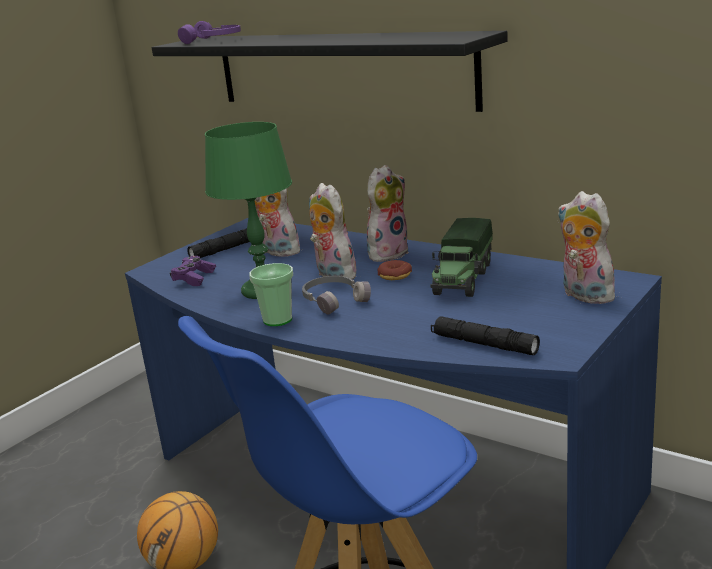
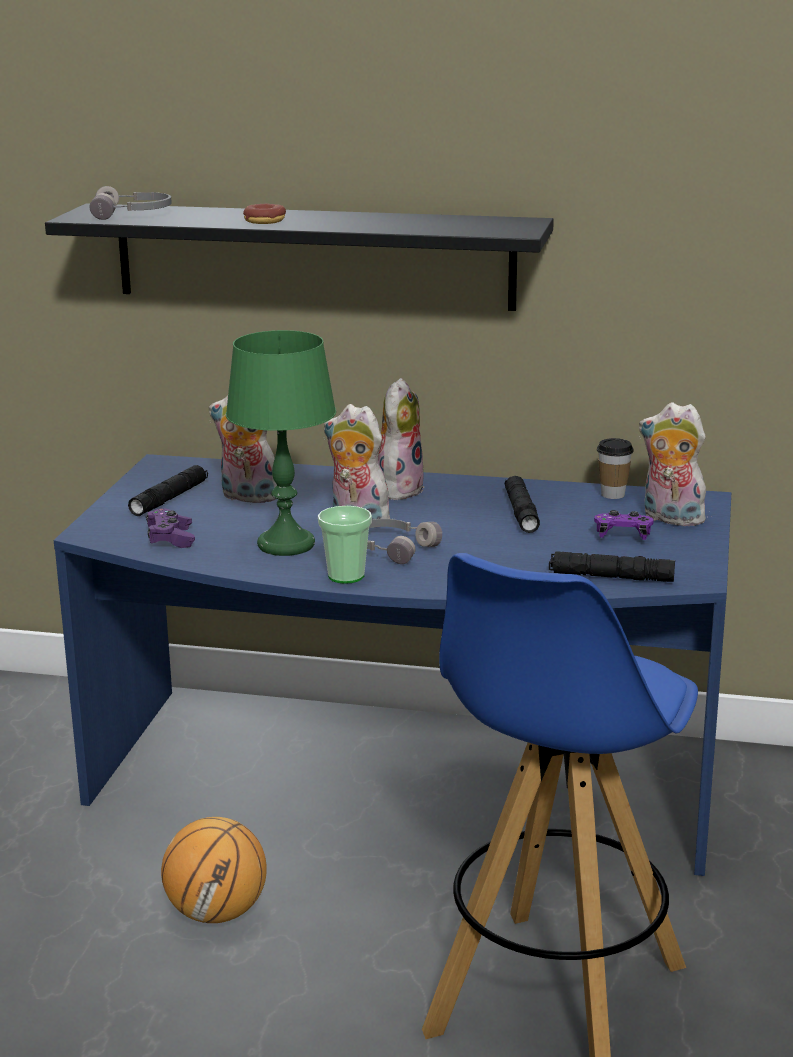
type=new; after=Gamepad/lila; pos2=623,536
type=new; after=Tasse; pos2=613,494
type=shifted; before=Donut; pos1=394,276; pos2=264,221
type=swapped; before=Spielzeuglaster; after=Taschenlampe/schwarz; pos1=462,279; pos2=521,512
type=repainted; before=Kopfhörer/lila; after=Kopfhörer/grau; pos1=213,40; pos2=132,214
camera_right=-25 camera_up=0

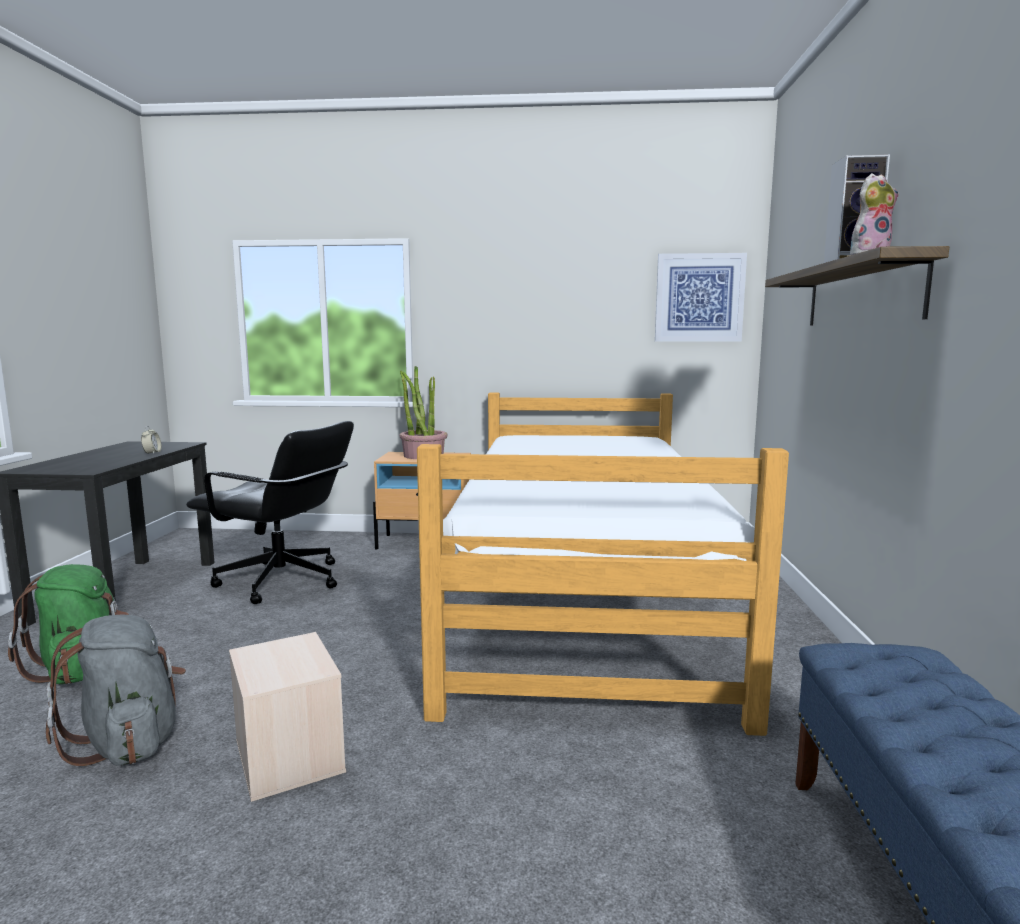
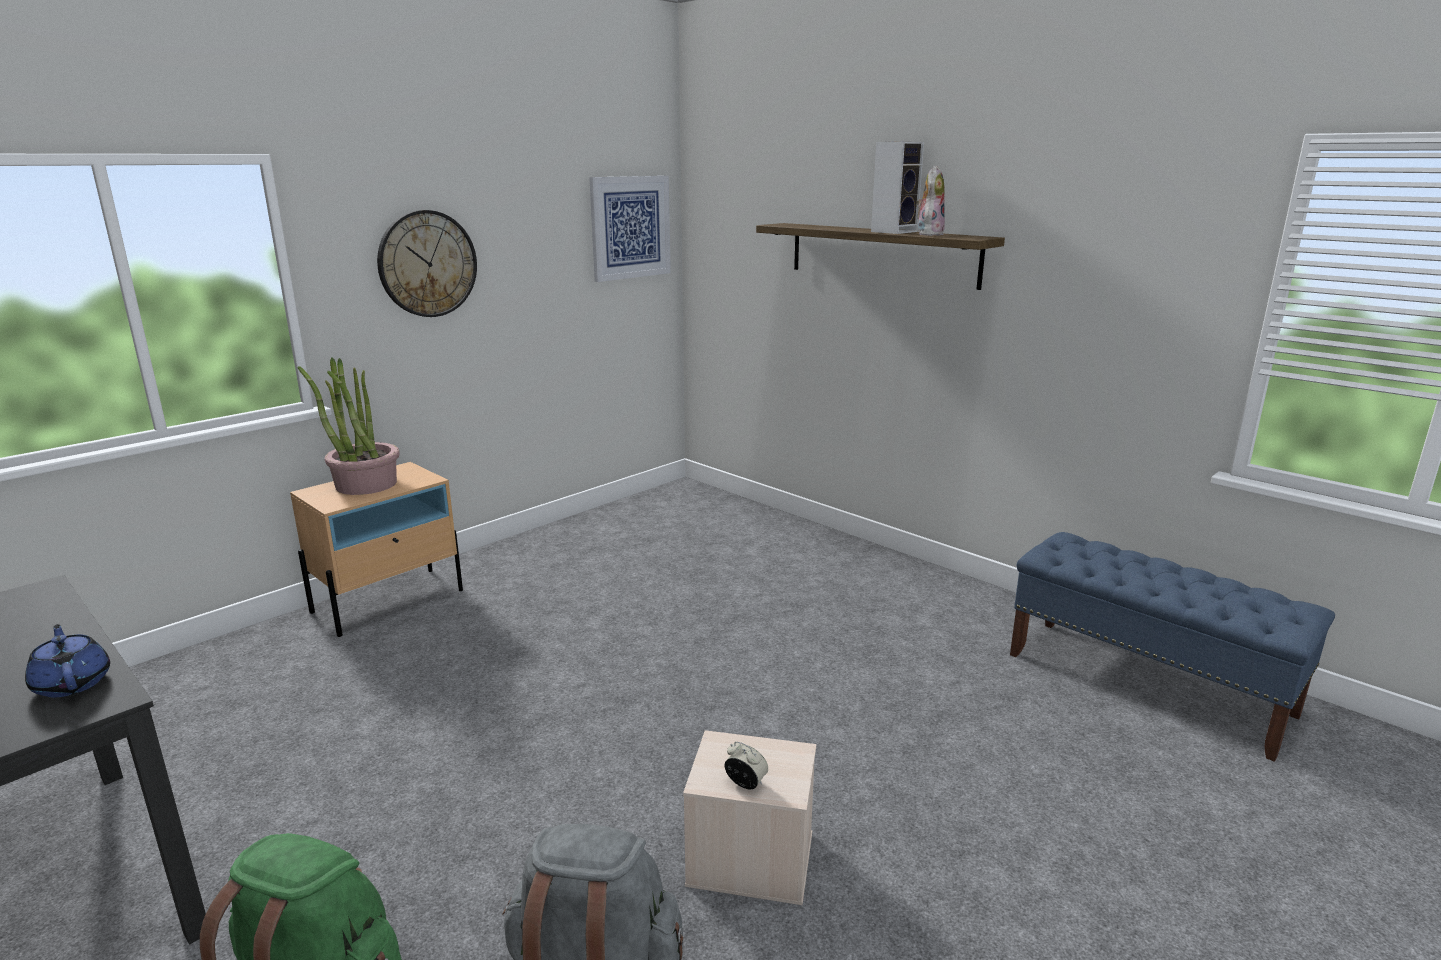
type=gone; before=Bürostuhl/schwarz; pos1=281,582
type=gone; before=Bett; pos1=583,602
type=new; after=Teekanne/blau; pos2=73,683
type=new; after=Wanduhr; pos2=427,264
type=shifted; before=Wecker; pos1=152,453; pos2=745,784
camera_right=-50 camera_up=10

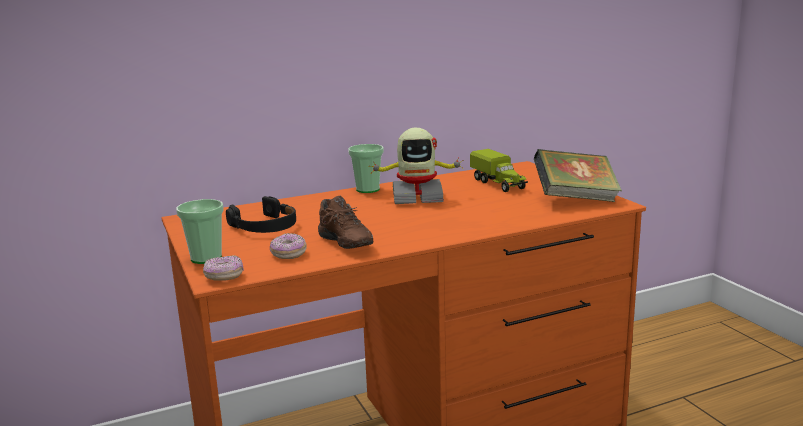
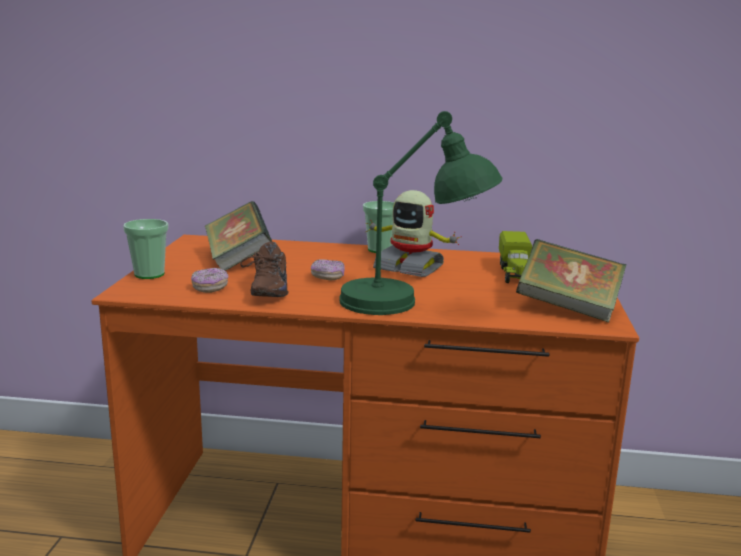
type=new; after=Tischlampe/grün; pos2=412,304
type=shifted; before=Donut; pos1=224,277; pos2=327,277
type=swapped; before=Kopfhörer/schwarz; after=Buch; pos1=265,226; pos2=238,260
camera_right=30 camera_up=0

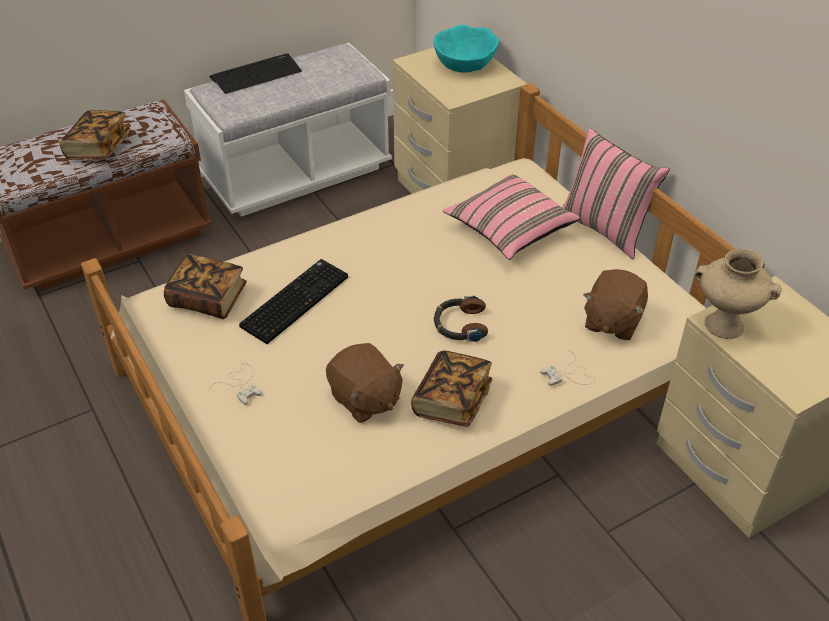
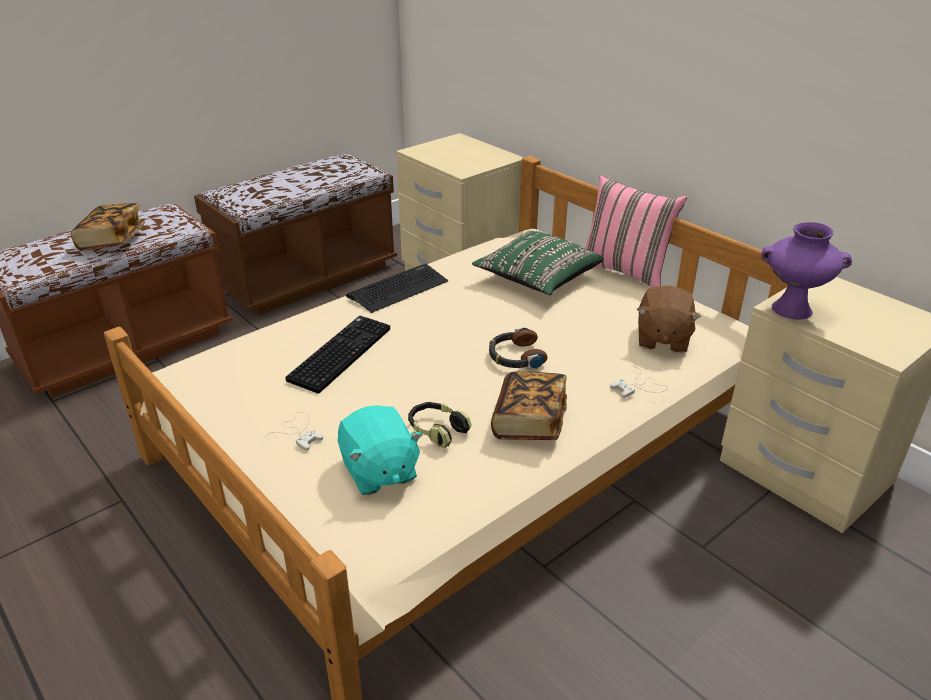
type=gone; before=Buch; pos1=208,299
type=gone; before=Schüssel/türkis; pos1=465,64
type=new; after=Plüschtier/türkis; pos2=379,471
type=shifted; before=Tastatur; pos1=256,74; pos2=398,289
type=swapped; before=Plüschtier/braun; after=Kopfhörer; pos1=365,399; pos2=437,431
type=repainted; before=Bank/weiß; after=Bank/braun; pos1=296,174; pos2=307,277
type=repainted; before=Kissen/rosa; after=Kissen/grün; pos1=509,230; pos2=537,279
type=repainted; before=Vase/beige; after=Vase/lila; pos1=722,326; pos2=790,310
camera_right=-10 camera_up=-10

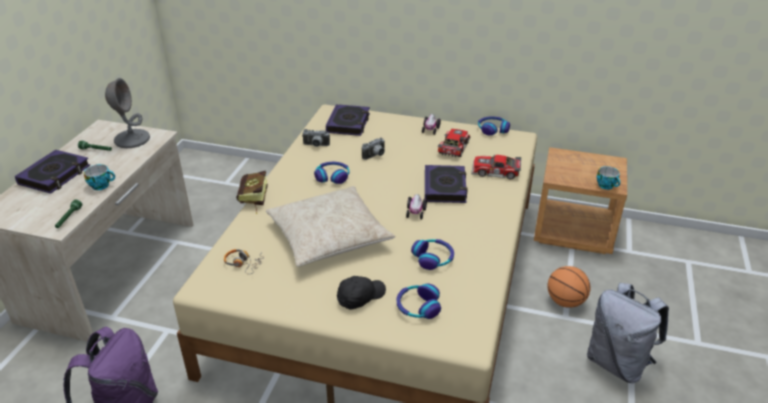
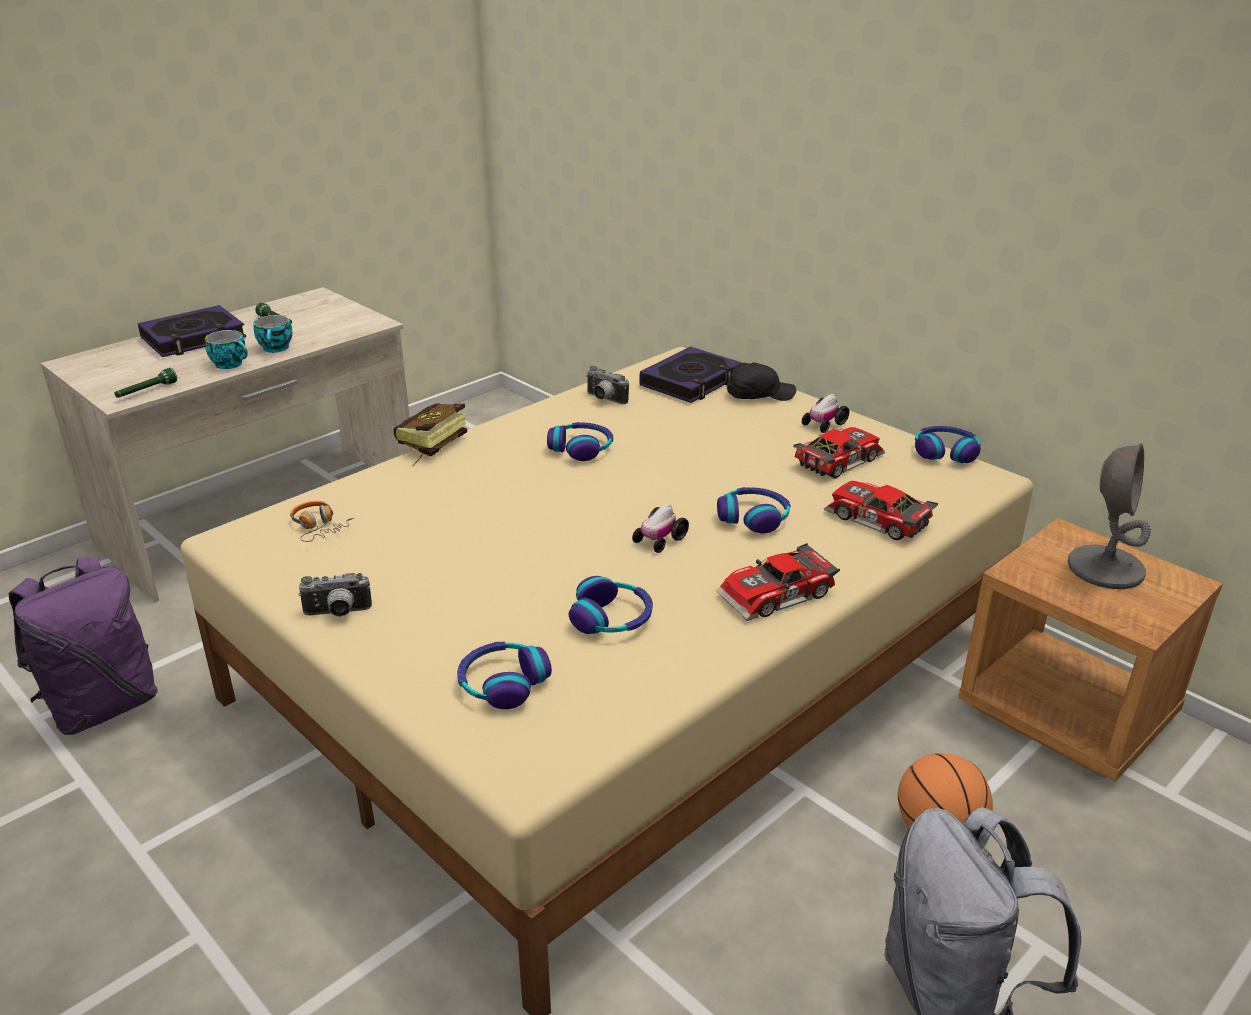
type=gone; before=Kissen/beige; pos1=328,236
type=new; after=Spielzeugauto; pos2=778,596
type=shifted; before=Tischlampe/grau; pos1=132,139; pos2=1105,568
type=shifted; before=Kappe/schwarz; pos1=360,297; pos2=759,394
type=shifted; before=Kamera; pos1=375,156; pos2=337,614
type=shifted; before=Tasse; pos1=607,186; pos2=277,348
type=swapped; before=Buch; after=Kopfhörer; pos1=445,187; pos2=753,517
camera_right=30 camera_up=-5

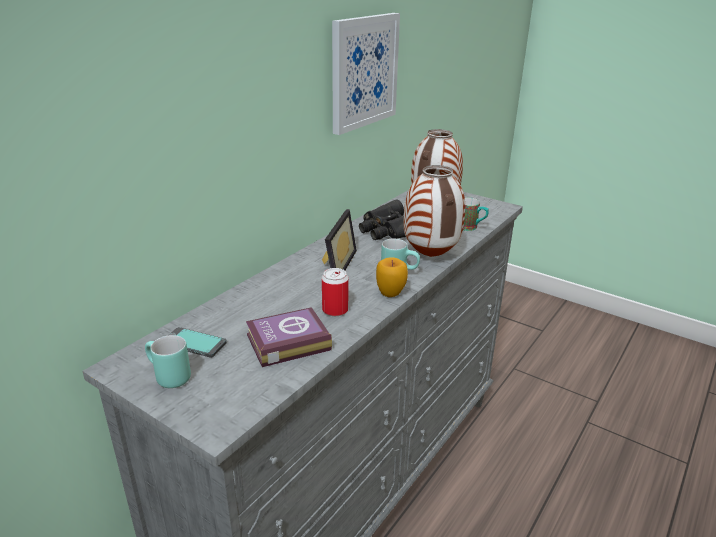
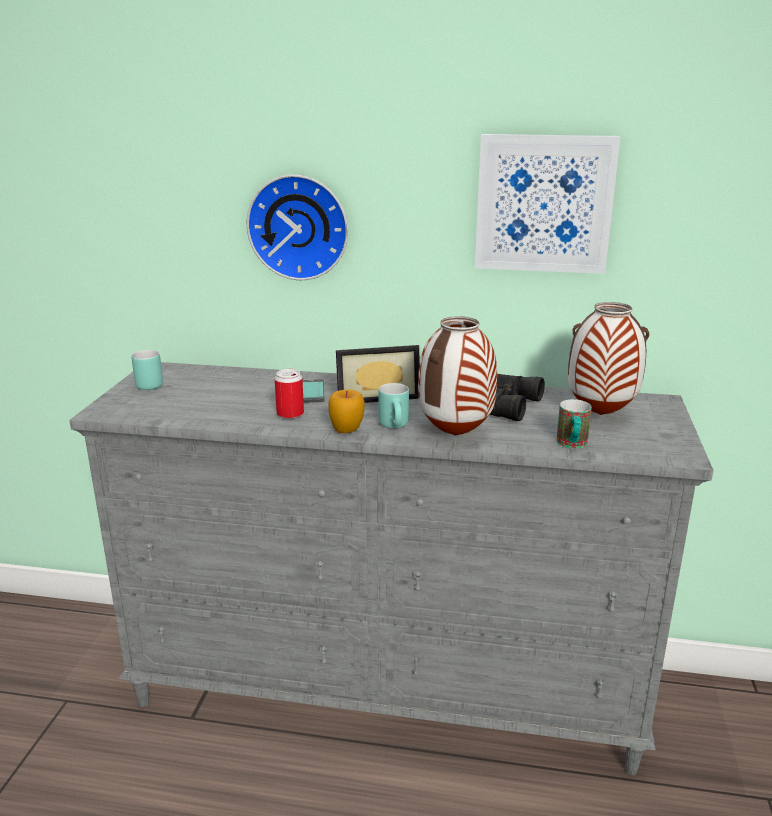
type=gone; before=Buch; pos1=286,342
type=new; after=Wanduhr; pos2=299,227
type=shifted; before=Handy; pos1=194,343; pos2=311,392
camera_right=65 camera_up=-5

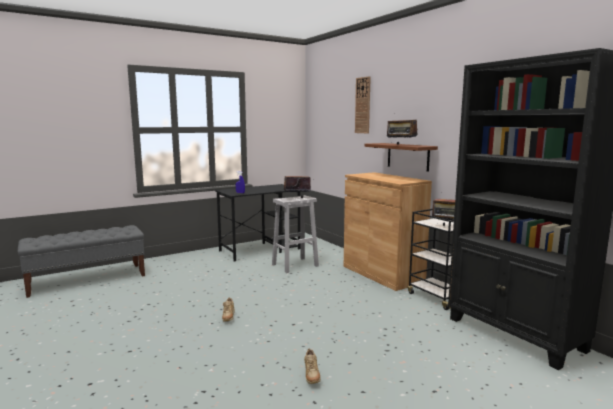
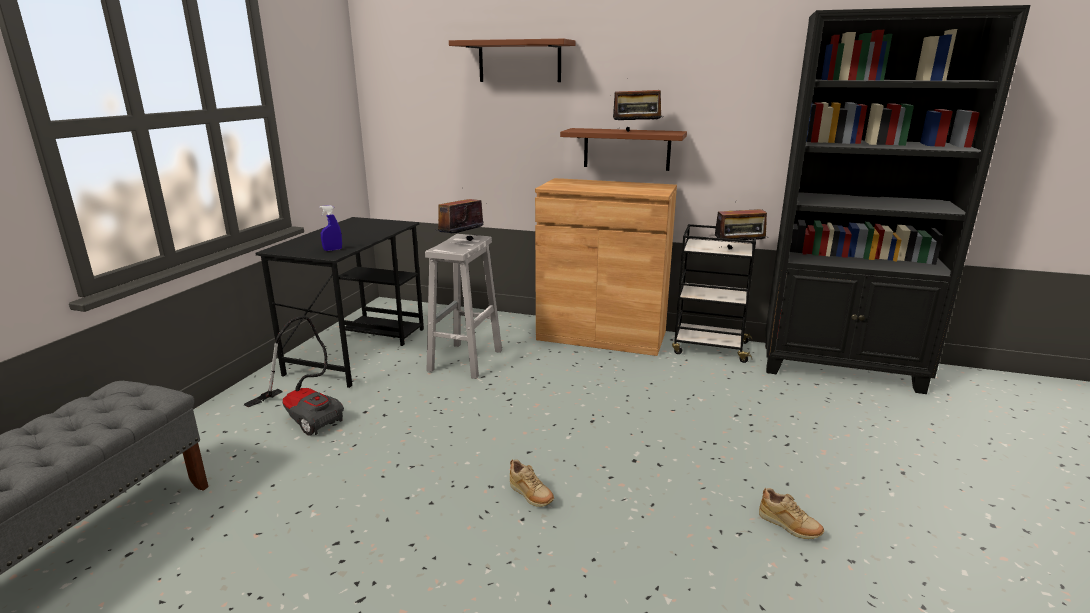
type=new; after=Staubsauger; pos2=305,414
type=swapped; before=Wanduhr; after=Wandregal/braun; pos1=363,105; pos2=519,61
camera_right=-40 camera_up=10

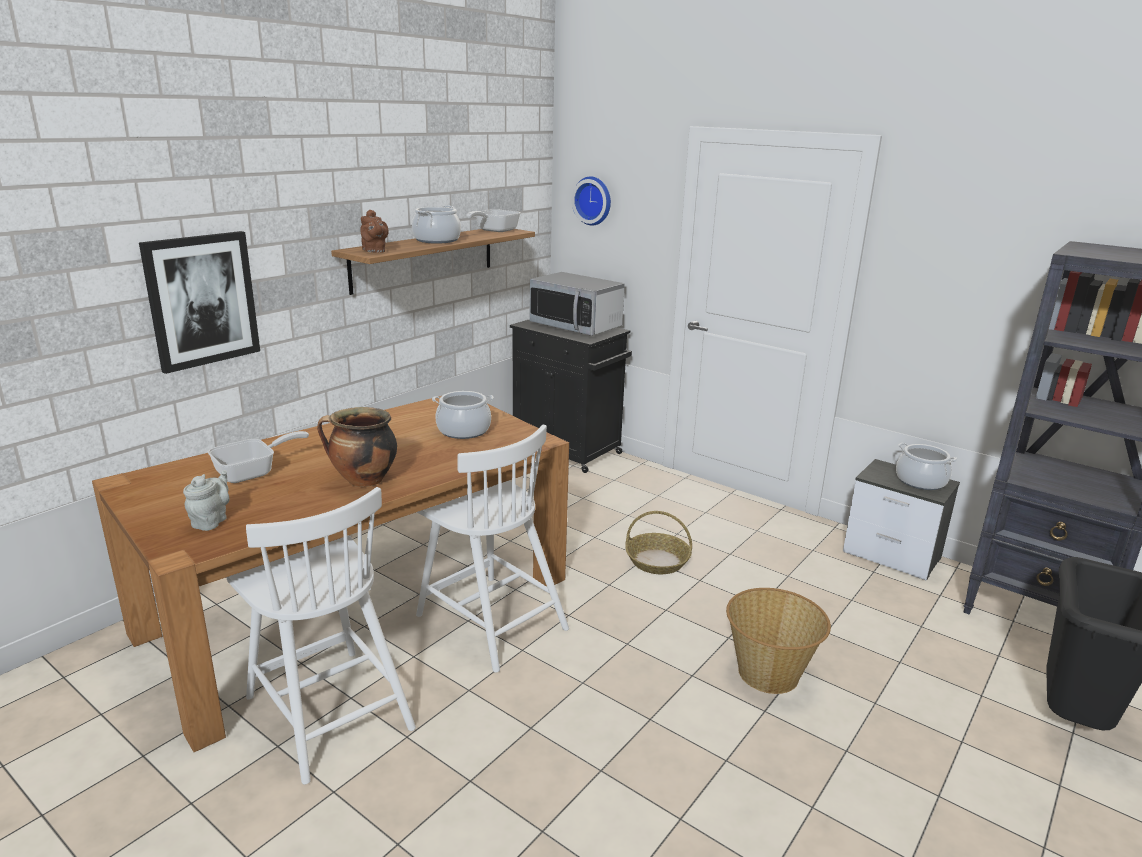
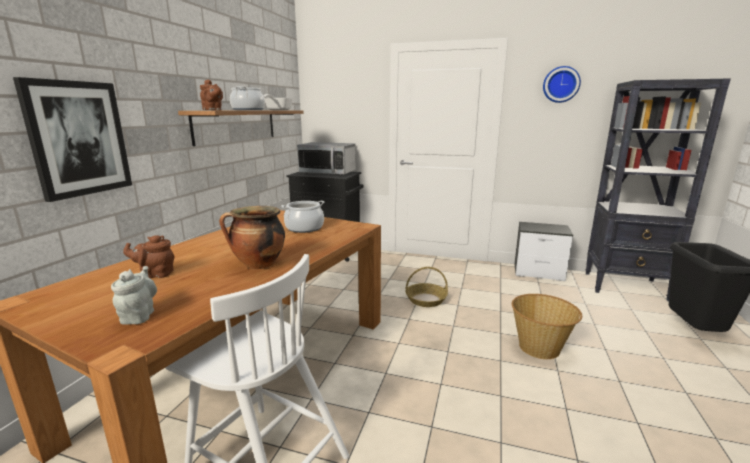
type=gone; before=Stuhl/weiß; pos1=490,620
type=gone; before=Kochtopf; pos1=920,481
type=shifted; before=Wanduhr; pos1=593,200; pos2=561,84
type=swapped; before=Pfanne; after=Teekanne/braun; pos1=253,472; pos2=155,274
camera_right=-20 camera_up=-5

